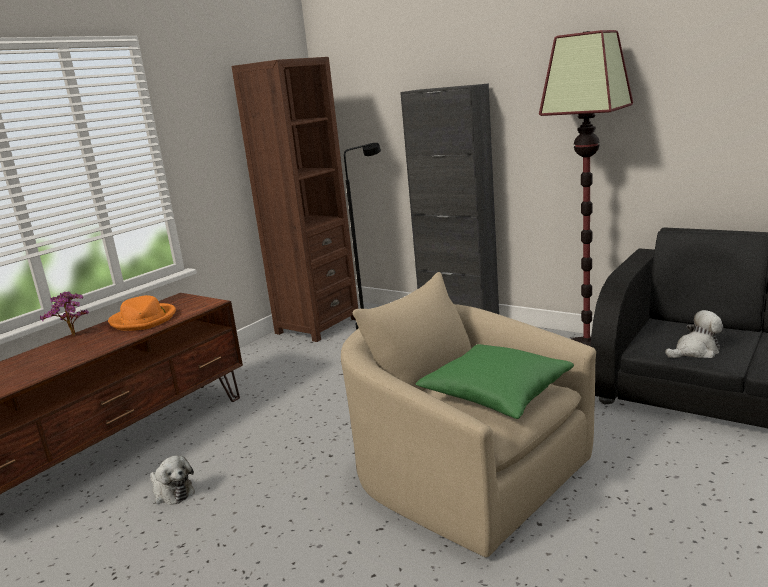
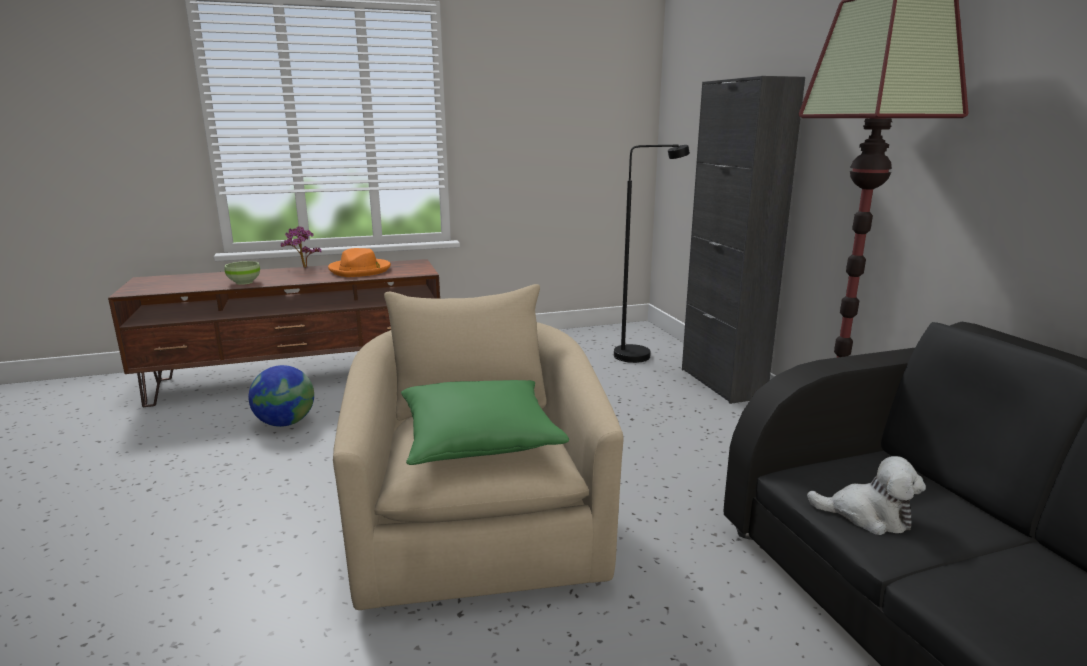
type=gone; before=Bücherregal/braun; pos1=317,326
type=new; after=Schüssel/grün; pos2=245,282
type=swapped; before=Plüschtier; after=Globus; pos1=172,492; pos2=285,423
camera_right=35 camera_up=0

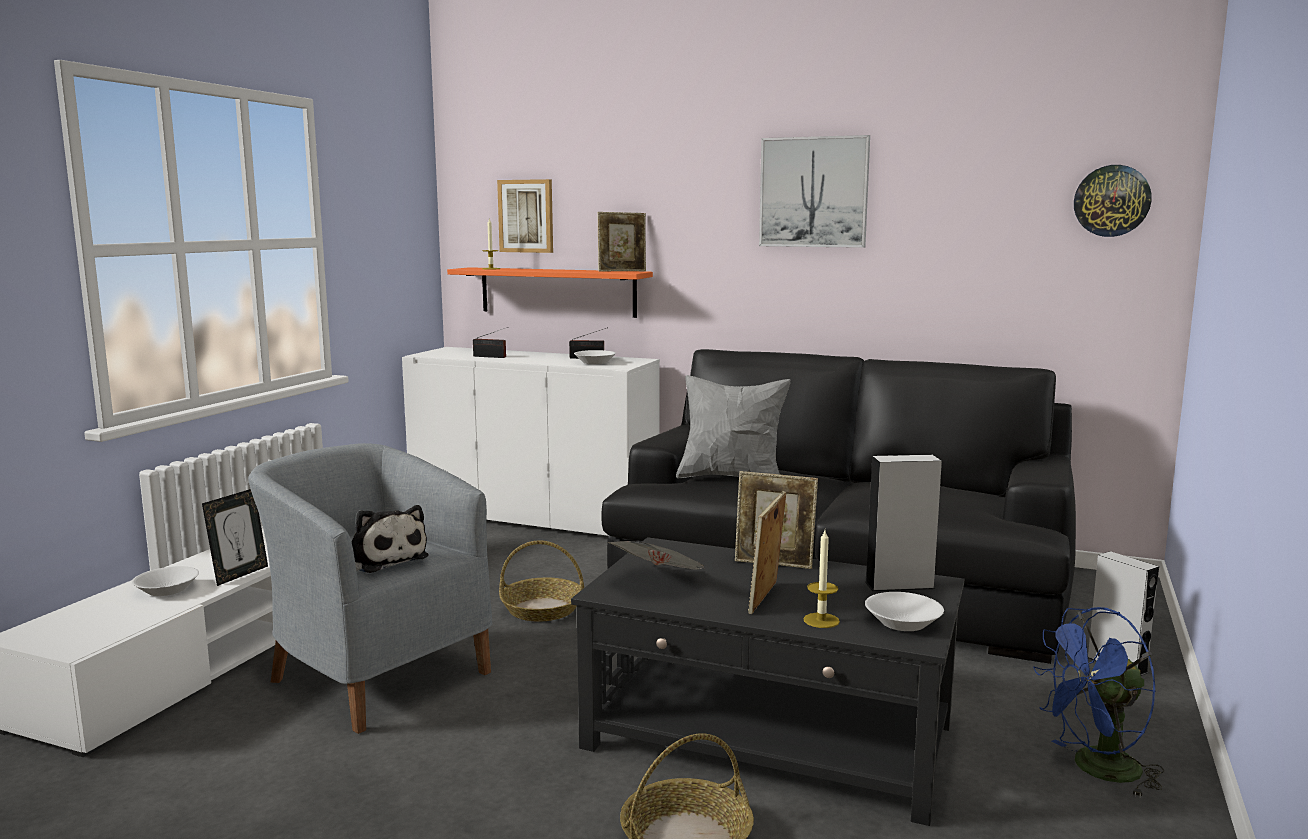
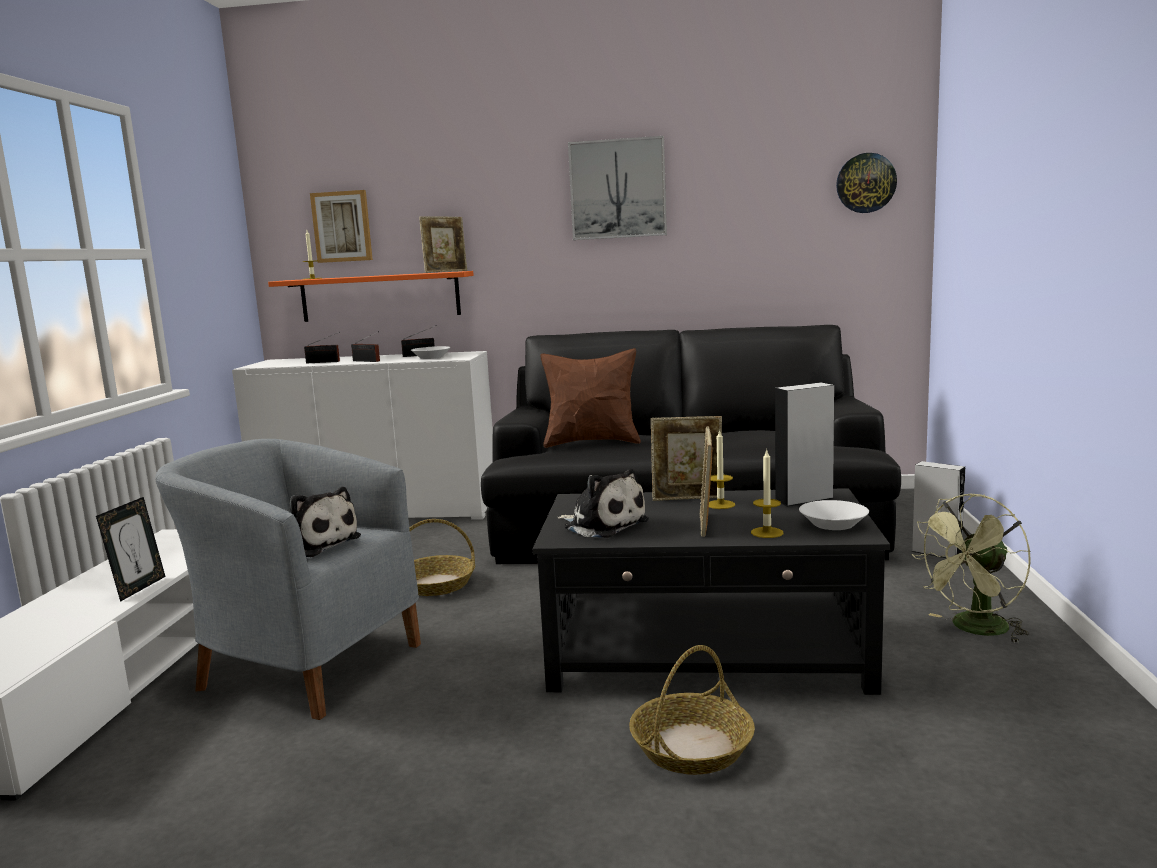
type=gone; before=Schüssel/weiß; pos1=167,589
type=new; after=Radio; pos2=367,361
type=new; after=Kerze; pos2=720,504
type=swapped; before=Zeitung; after=Plüschtier; pos1=660,582; pos2=603,525
type=repainted; before=Kissen/grau; after=Kissen/braun; pos1=731,478; pos2=592,442
type=repainted; before=Ventilator/blau; after=Ventilator/grün; pos1=1096,770; pos2=974,629
camera_right=-15 camera_up=0

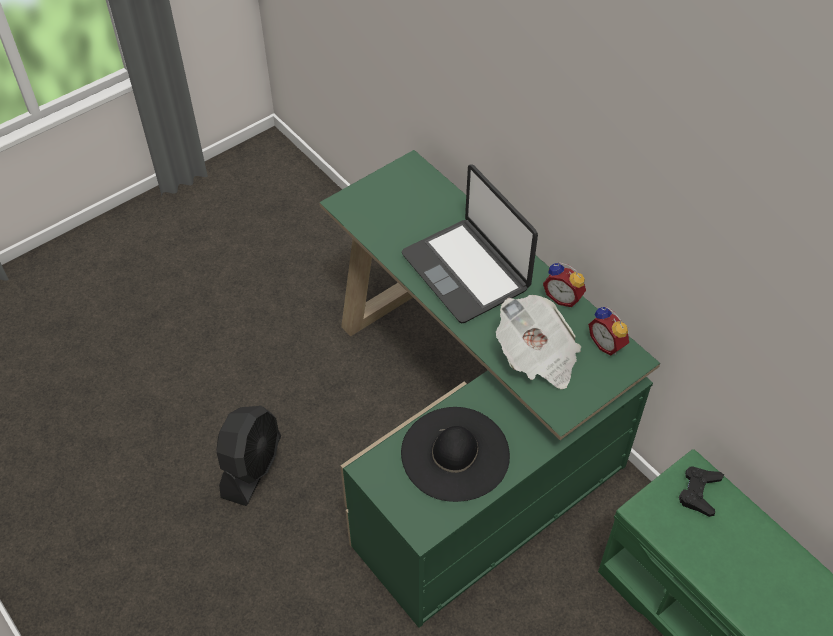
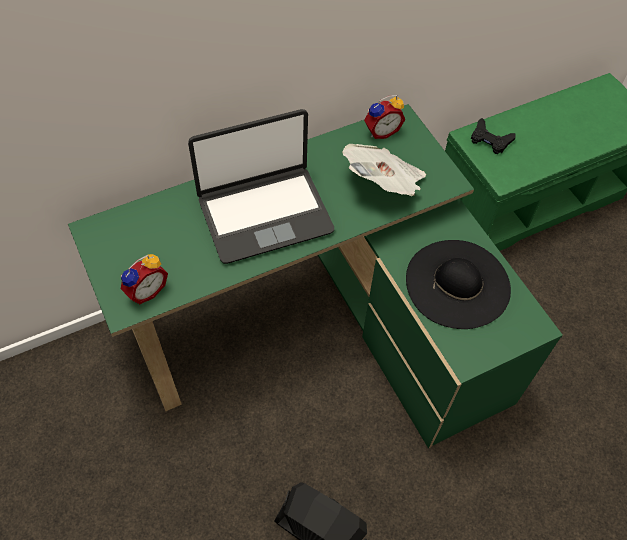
type=shifted; before=Wecker; pos1=563,297; pos2=146,290
camera_right=-80 camera_up=5

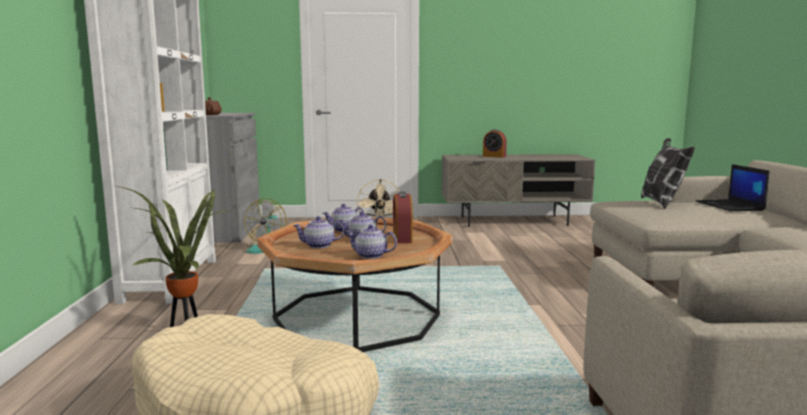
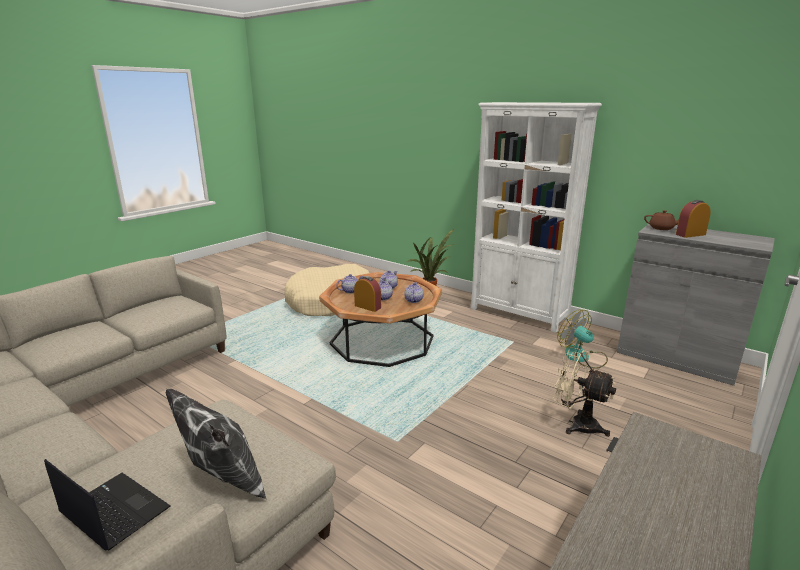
type=shifted; before=Wecker; pos1=494,156; pos2=690,234
camera_right=130 camera_up=10

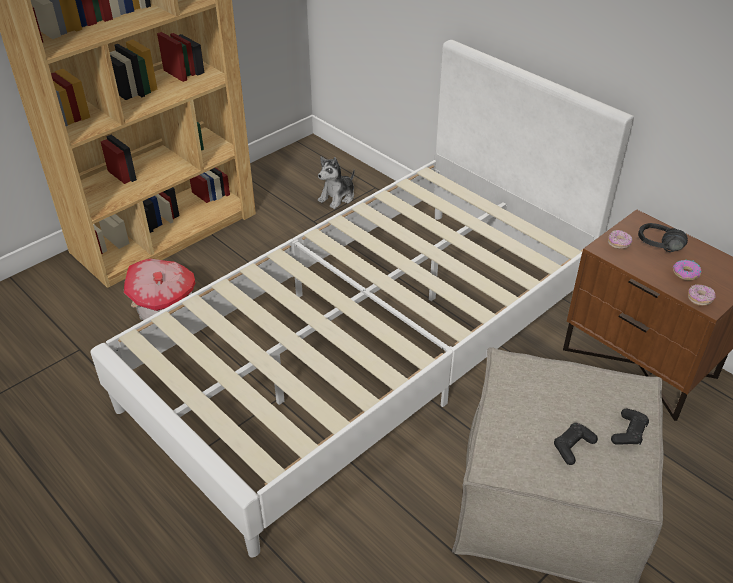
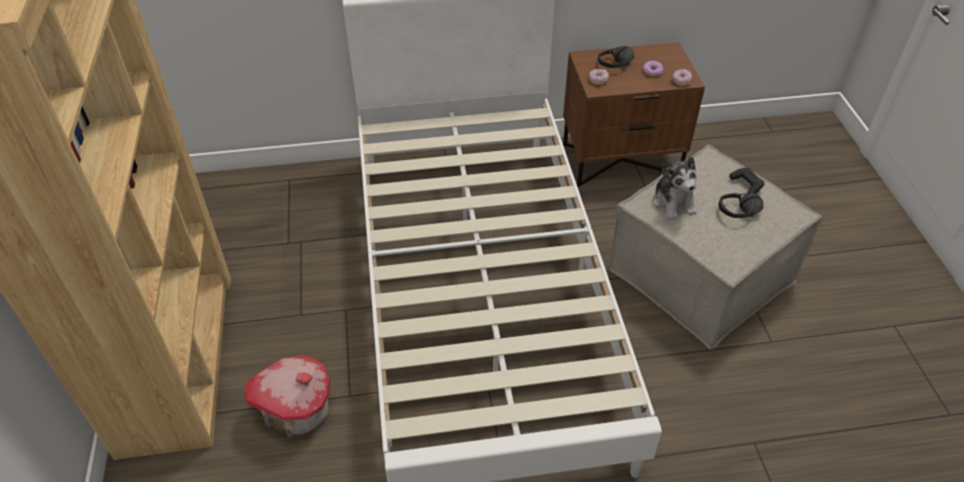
type=shifted; before=Plüschtier; pos1=337,197; pos2=673,202
type=swapped; before=Gamepad/schwarz; after=Kopfhörer/schwarz; pos1=573,447; pos2=741,216
camera_right=-55 camera_up=5

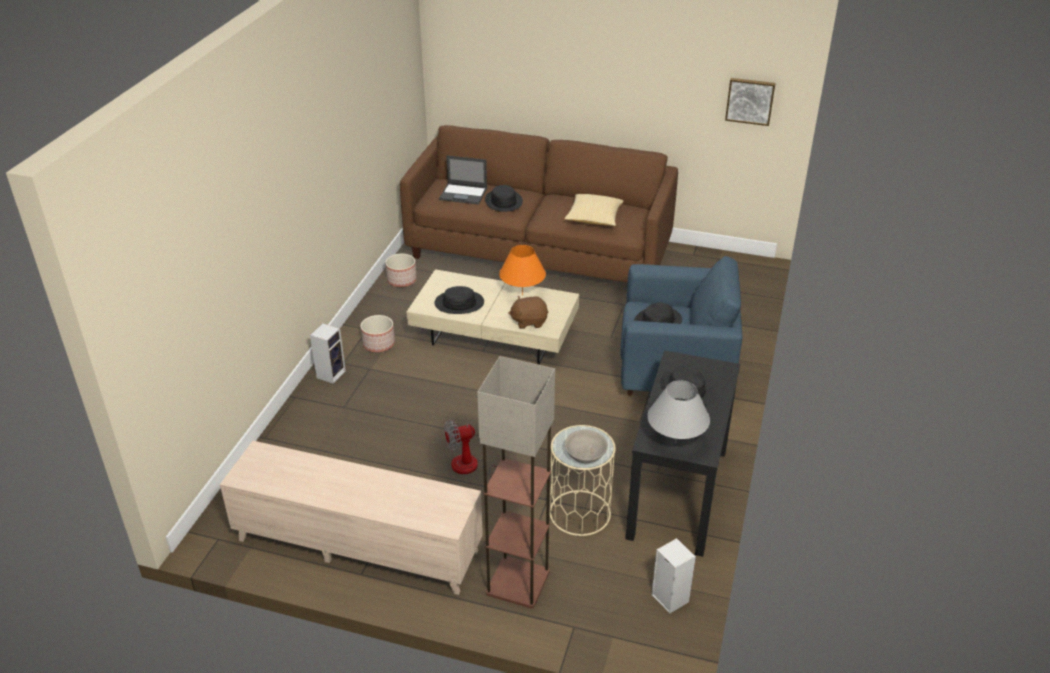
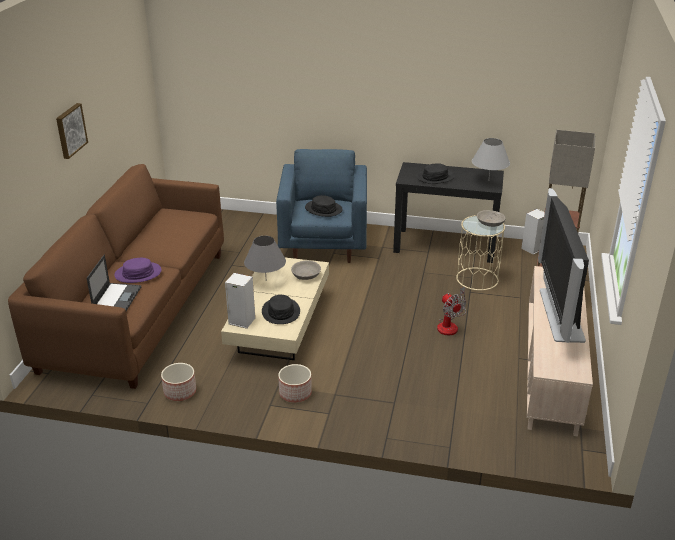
type=gone; before=Kissen; pos1=594,219
type=new; after=Fernseher; pos2=559,314
type=shifted; before=Lautsprecher; pos1=331,373; pos2=240,321
type=shifted; before=Bild; pos1=750,101; pos2=70,130
type=swapped; before=Plüschtier/braun; after=Schüssel/grau; pos1=529,321; pos2=306,275
type=repainted; before=Hut/schwarz; after=Hut/lila; pos1=503,201; pos2=138,273
type=repainted; before=Tischlampe/orange; after=Tischlampe/grau; pos1=522,294; pos2=266,280
camera_right=-95 camera_up=-5

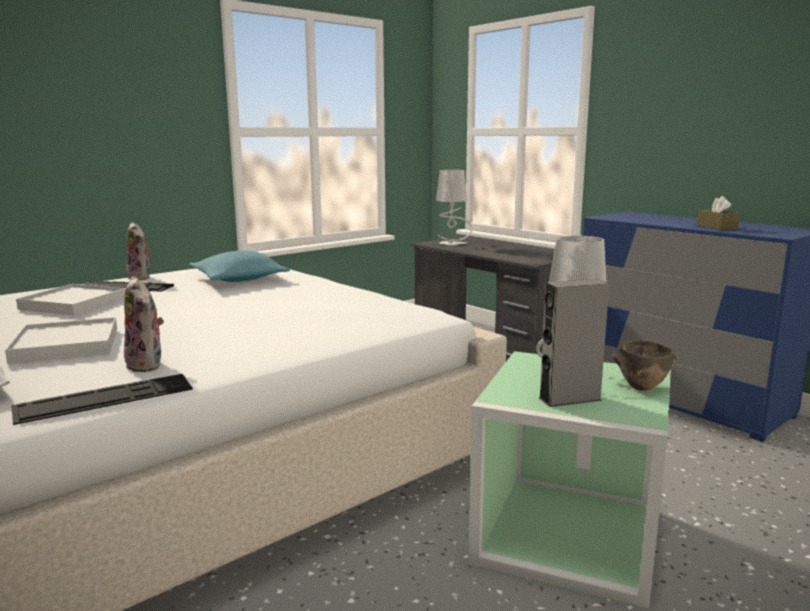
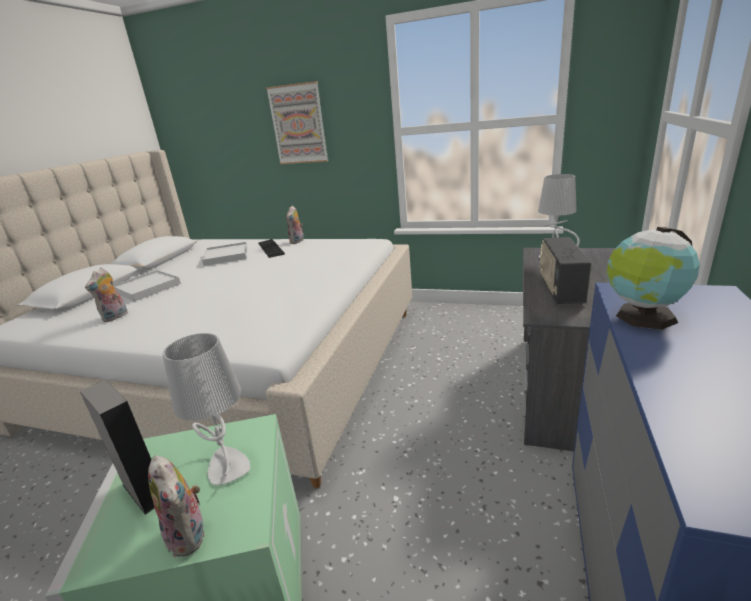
type=gone; before=Tastatur; pos1=105,398
type=gone; before=Kissen/türkis; pos1=239,279
type=gone; before=Taschentuchbox/braun; pos1=716,227
type=new; after=Bild; pos2=298,124
type=new; after=Radio; pos2=560,290
type=new; after=Globus; pos2=643,317
type=swapped; before=Schüssel/braun; after=Plüschtier; pos1=641,388; pos2=190,535
camera_right=60 camera_up=10

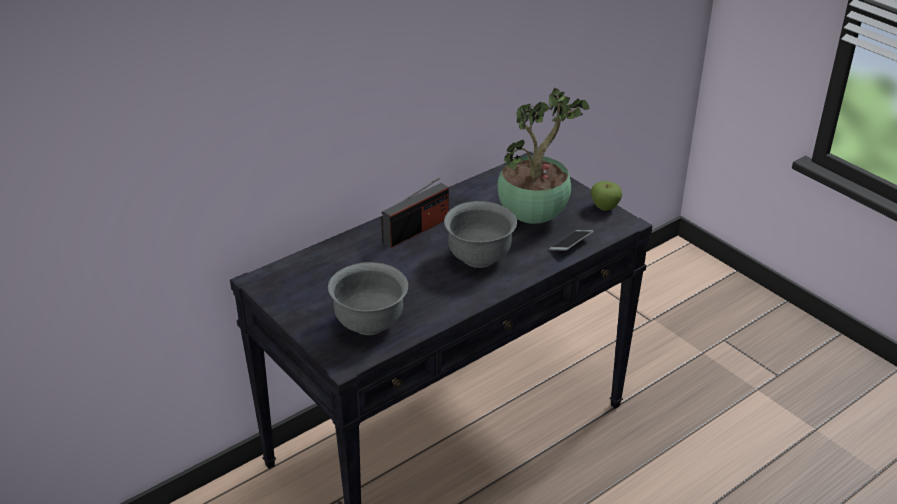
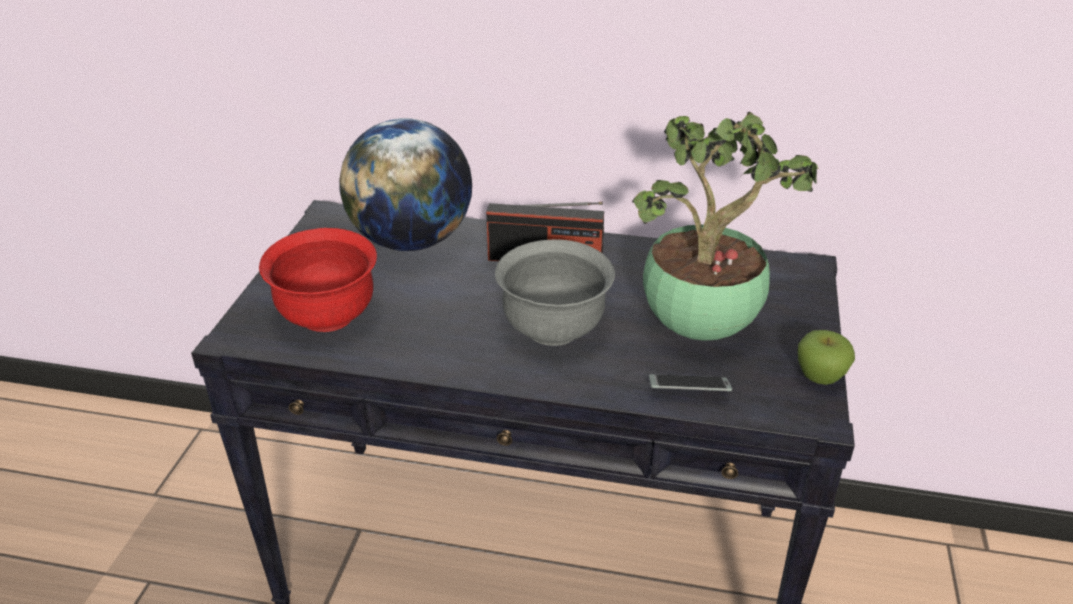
type=new; after=Globus; pos2=412,241
type=repainted; before=Schüssel/grau; after=Schüssel/rot; pos1=370,324; pos2=327,317
camera_right=50 camera_up=0

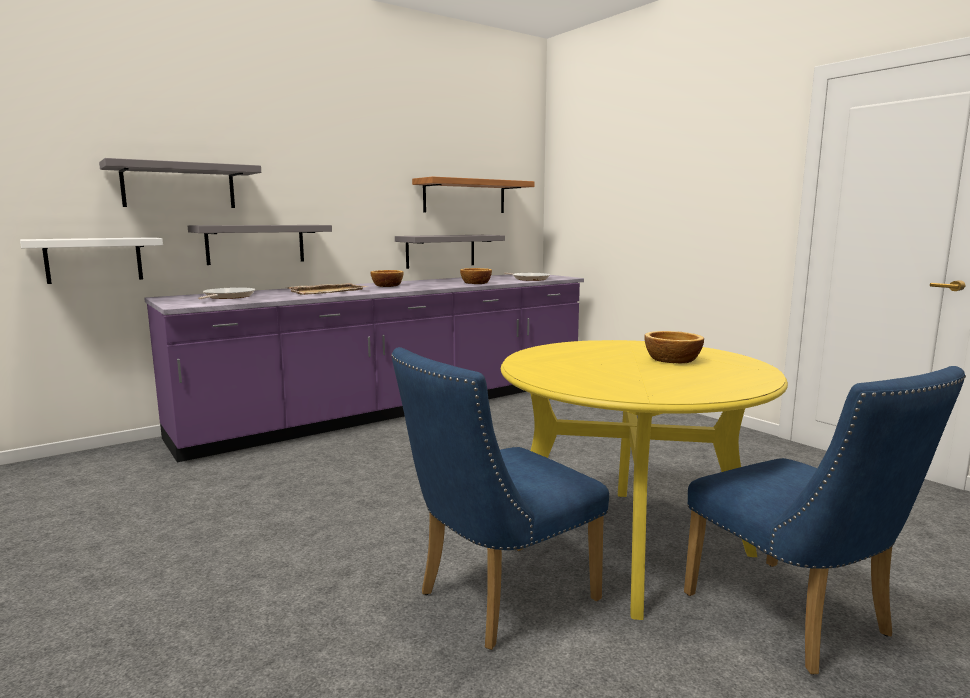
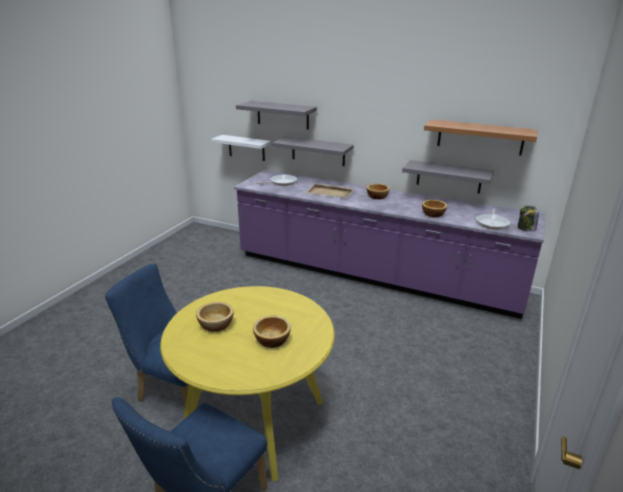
type=new; after=Schüssel; pos2=216,324
type=new; after=Vorratsglas; pos2=526,229
camera_right=60 camera_up=15

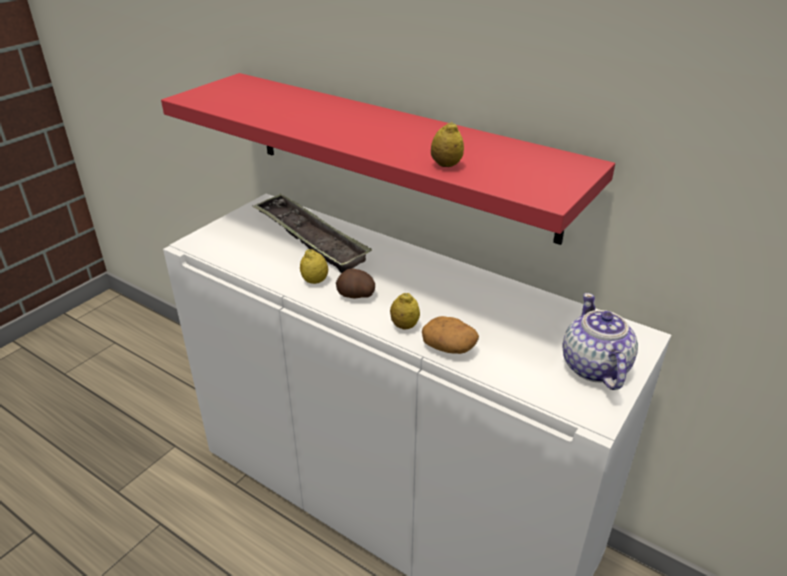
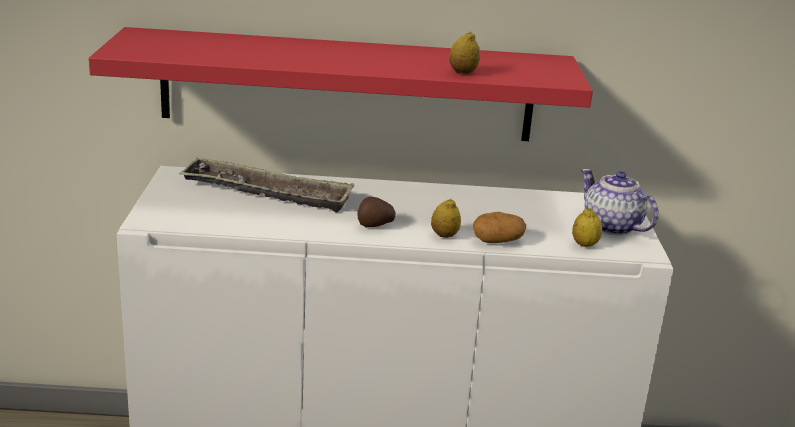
type=shifted; before=Zitrone; pos1=315,281; pos2=584,245
camera_right=-35 camera_up=-10

